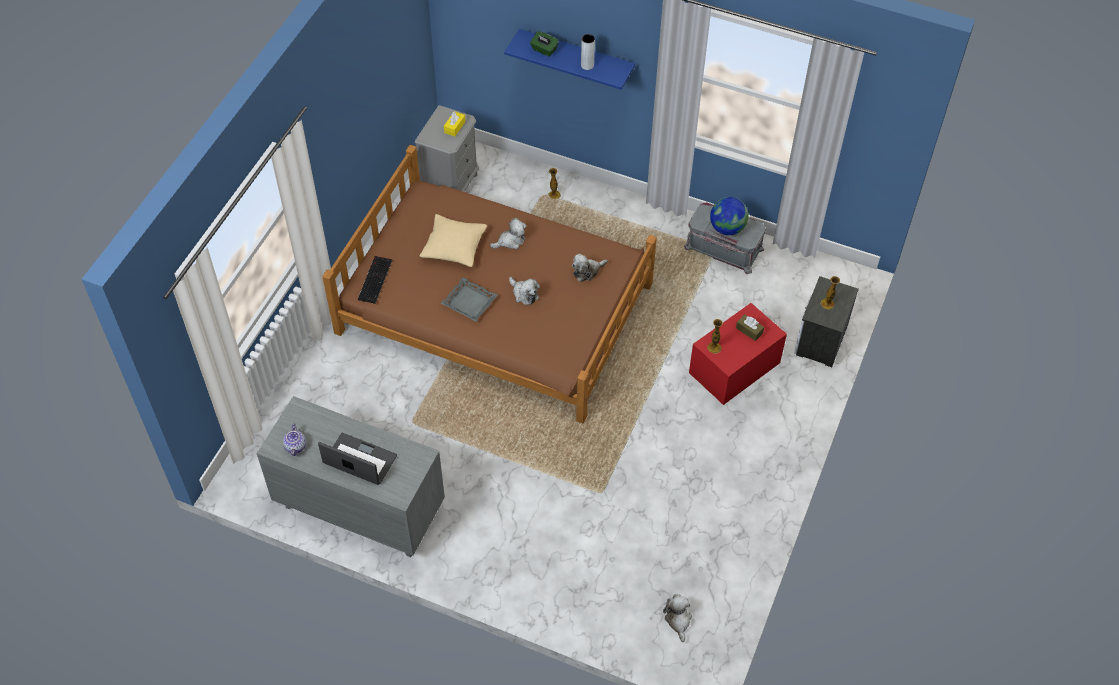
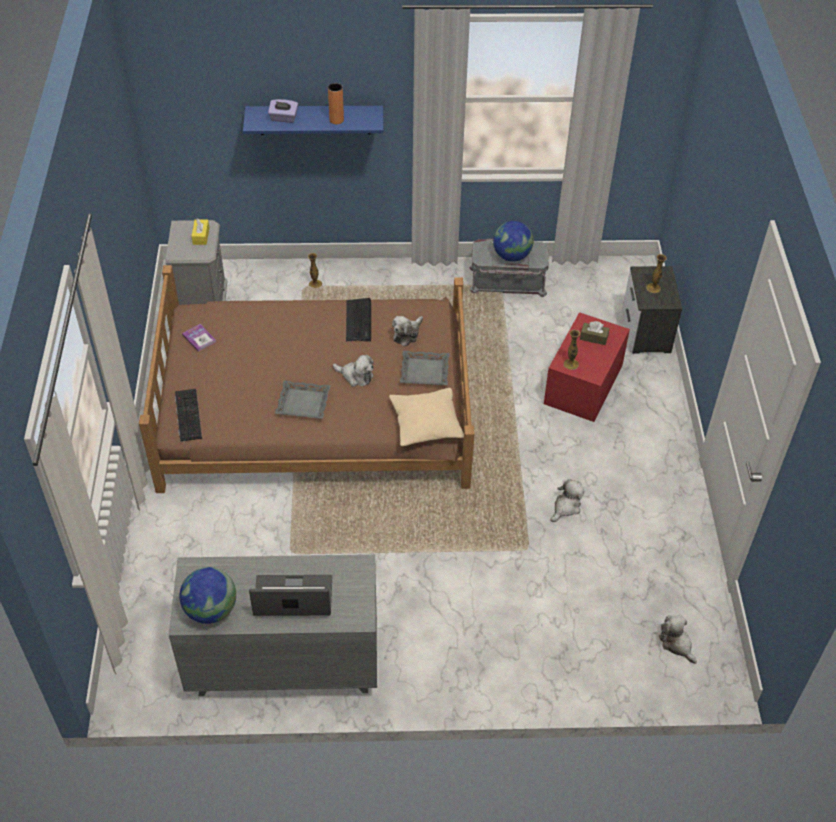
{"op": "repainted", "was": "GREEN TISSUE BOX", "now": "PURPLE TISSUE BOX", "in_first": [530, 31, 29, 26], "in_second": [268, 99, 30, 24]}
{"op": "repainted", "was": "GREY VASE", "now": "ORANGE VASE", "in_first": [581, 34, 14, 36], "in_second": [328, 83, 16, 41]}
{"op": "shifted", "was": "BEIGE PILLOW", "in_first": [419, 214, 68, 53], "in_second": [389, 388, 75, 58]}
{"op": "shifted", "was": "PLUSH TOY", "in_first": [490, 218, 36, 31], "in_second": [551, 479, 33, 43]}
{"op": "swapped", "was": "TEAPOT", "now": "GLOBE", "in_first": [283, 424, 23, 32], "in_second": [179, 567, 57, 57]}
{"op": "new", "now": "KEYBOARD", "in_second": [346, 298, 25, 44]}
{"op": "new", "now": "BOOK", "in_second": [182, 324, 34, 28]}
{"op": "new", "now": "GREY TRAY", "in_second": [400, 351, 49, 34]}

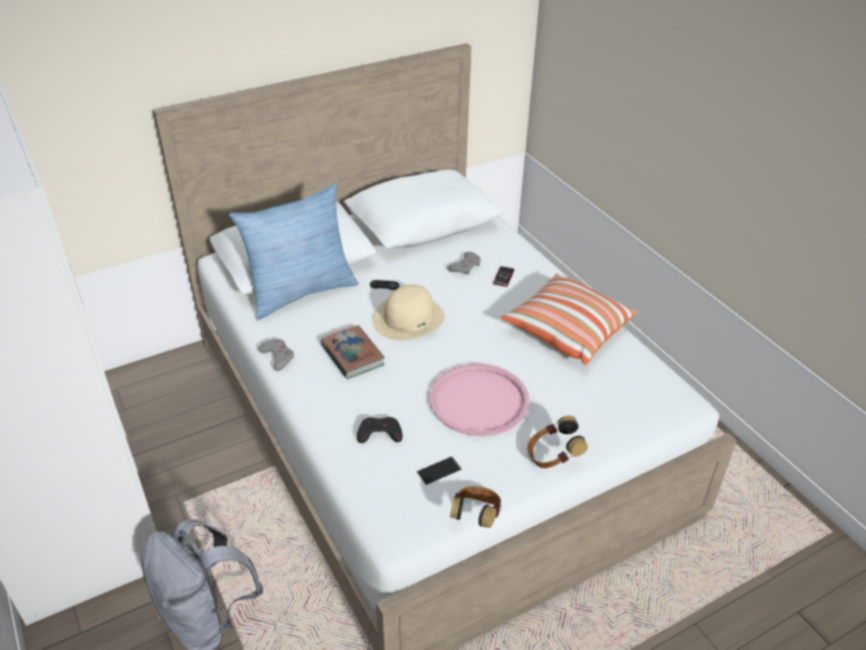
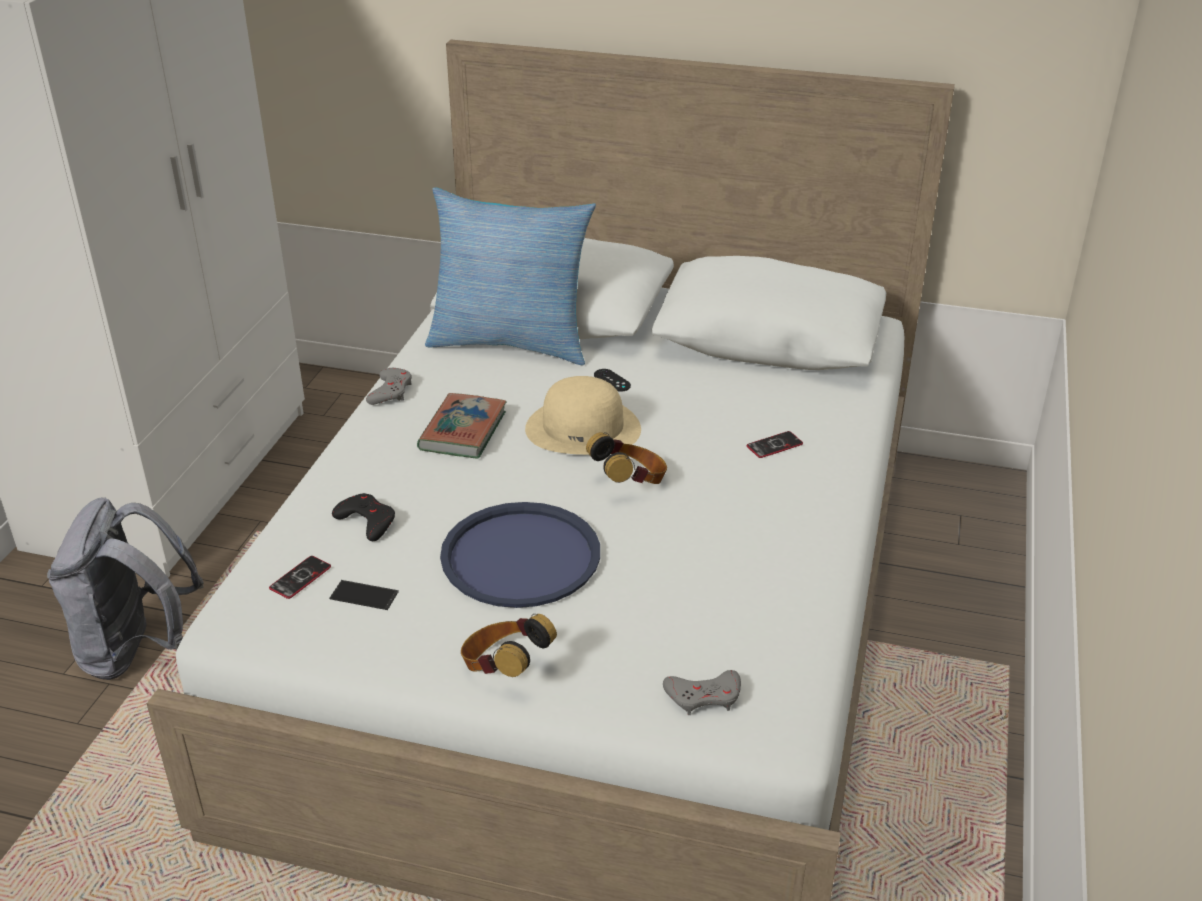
{"op": "shifted", "was": "GREY GAME CONTROLLER", "in_first": [447, 252, 34, 23], "in_second": [663, 670, 78, 45]}
{"op": "gone", "was": "PILLOW", "in_first": [501, 273, 136, 92]}
{"op": "repainted", "was": "PINK TRAY", "now": "BLUE TRAY", "in_first": [429, 363, 100, 73], "in_second": [440, 502, 160, 106]}
{"op": "shifted", "was": "HEADPHONES", "in_first": [450, 486, 52, 42], "in_second": [586, 432, 81, 52]}
{"op": "new", "now": "PHONE", "in_second": [269, 556, 62, 43]}

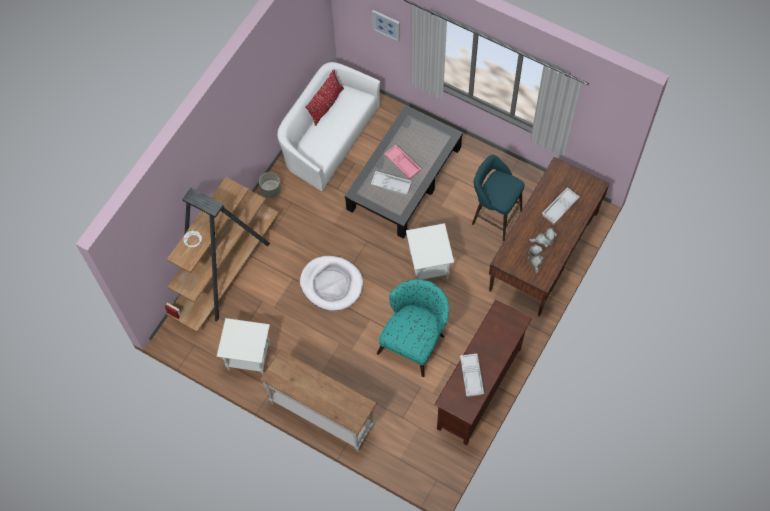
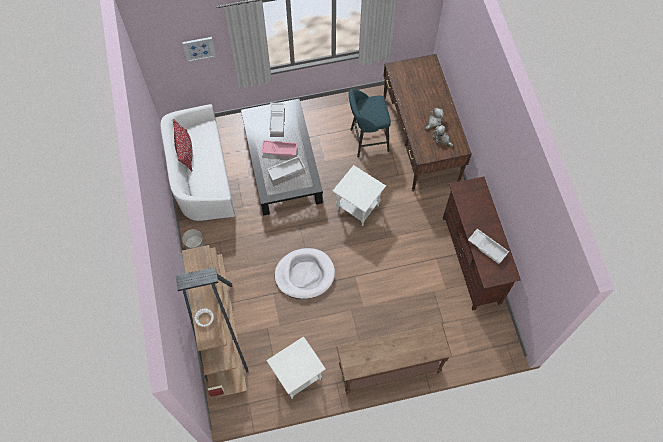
{"op": "shifted", "was": "WHITE TRAY", "in_first": [542, 187, 38, 37], "in_second": [269, 103, 15, 30]}
{"op": "gone", "was": "TURQUOISE ARMCHAIR", "in_first": [377, 279, 72, 98]}
{"op": "repainted", "was": "WHITE CONSOLE TABLE", "now": "BROWN CONSOLE TABLE", "in_first": [260, 350, 117, 102], "in_second": [336, 323, 116, 72]}

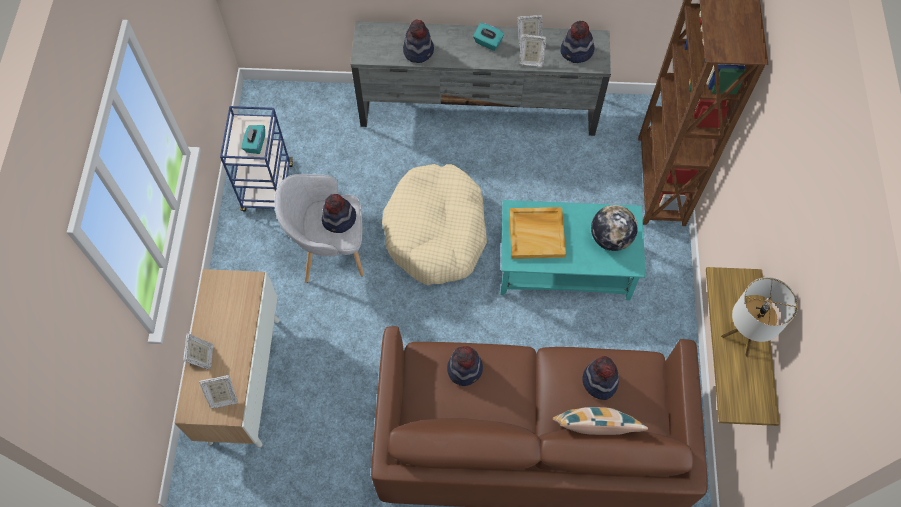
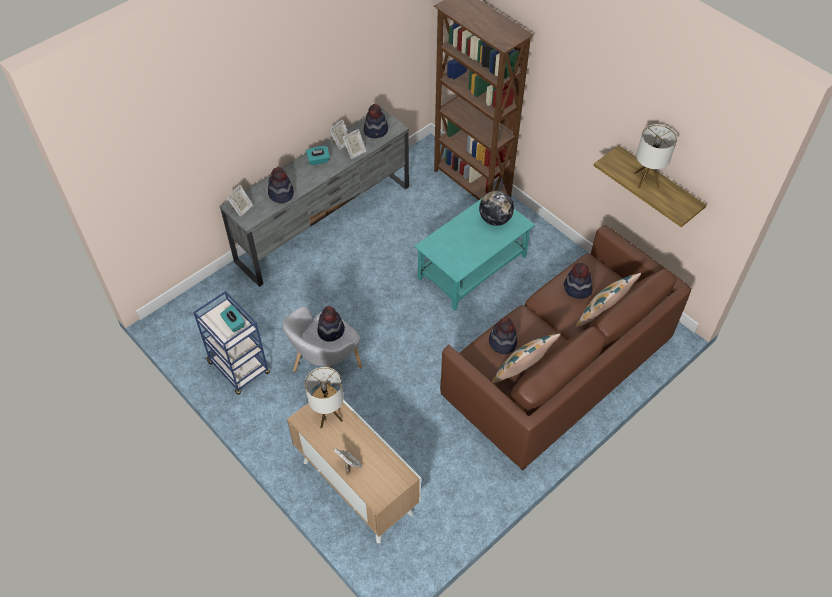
{"op": "gone", "was": "BEIGE DOG BED", "in_first": [382, 164, 105, 121]}
{"op": "gone", "was": "BEIGE TRAY", "in_first": [509, 207, 57, 52]}
{"op": "shifted", "was": "PICTURE FRAME", "in_first": [199, 375, 39, 34], "in_second": [226, 185, 27, 32]}
{"op": "new", "now": "PILLOW", "in_second": [492, 333, 69, 50]}
{"op": "new", "now": "TABLE LAMP", "in_second": [305, 367, 39, 61]}

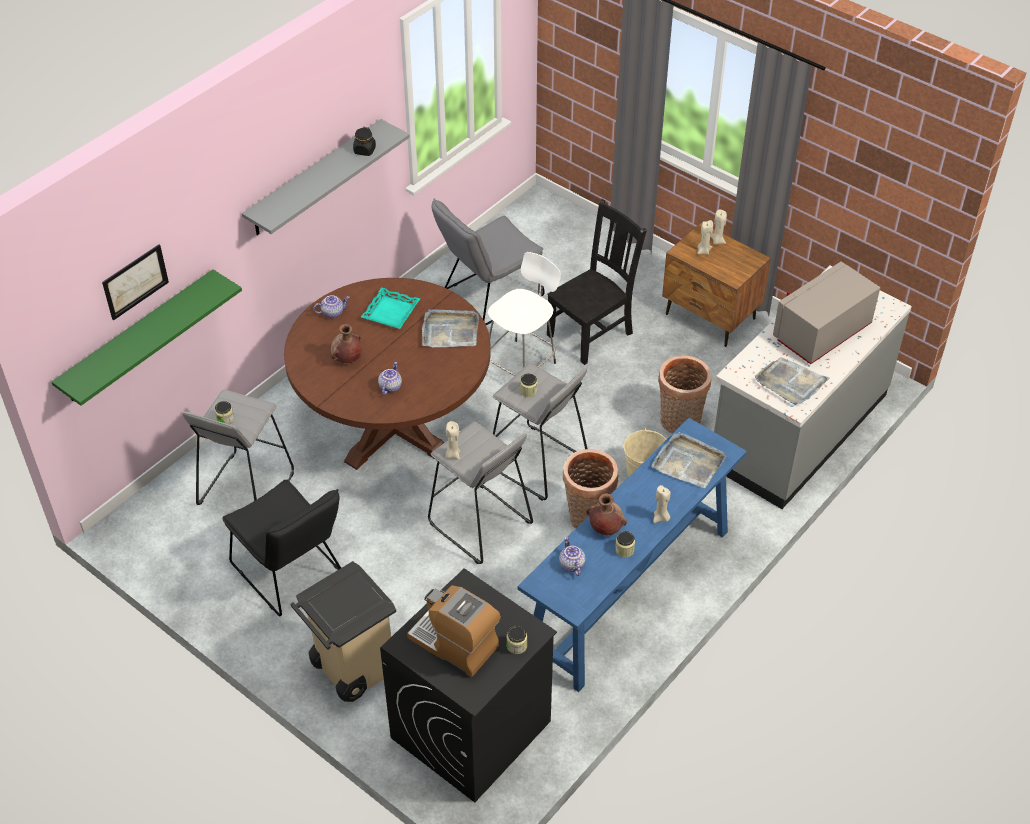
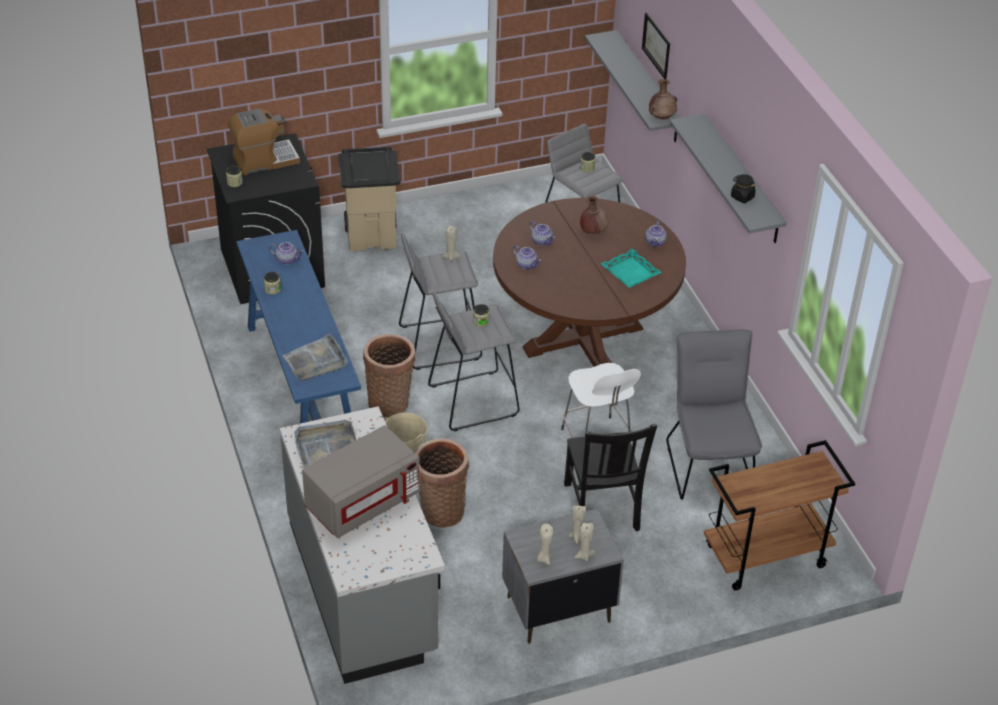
{"op": "repainted", "was": "BROWN NIGHTSTAND", "now": "GREY NIGHTSTAND", "in_first": [662, 223, 109, 124], "in_second": [502, 509, 122, 135]}
{"op": "rotated", "was": "GREY MICROWAVE", "in_first": [773, 261, 107, 103], "in_second": [302, 425, 118, 113], "clockwise": 60}
{"op": "repainted", "was": "GREEN SHELF", "now": "GREY SHELF", "in_first": [51, 269, 191, 137], "in_second": [585, 30, 96, 112]}
{"op": "gone", "was": "GREY TRAY", "in_first": [422, 309, 57, 38]}
{"op": "gone", "was": "BLACK CHAIR", "in_first": [222, 480, 119, 136]}
{"op": "shifted", "was": "BEIGE CANDLE", "in_first": [653, 485, 18, 38], "in_second": [536, 524, 17, 41]}
{"op": "shifted", "was": "BROWN VASE", "in_first": [586, 493, 41, 43], "in_second": [649, 79, 28, 41]}
{"op": "new", "now": "TEAPOT", "in_second": [513, 245, 28, 24]}
{"op": "new", "now": "BROWN CART", "in_second": [704, 440, 151, 151]}

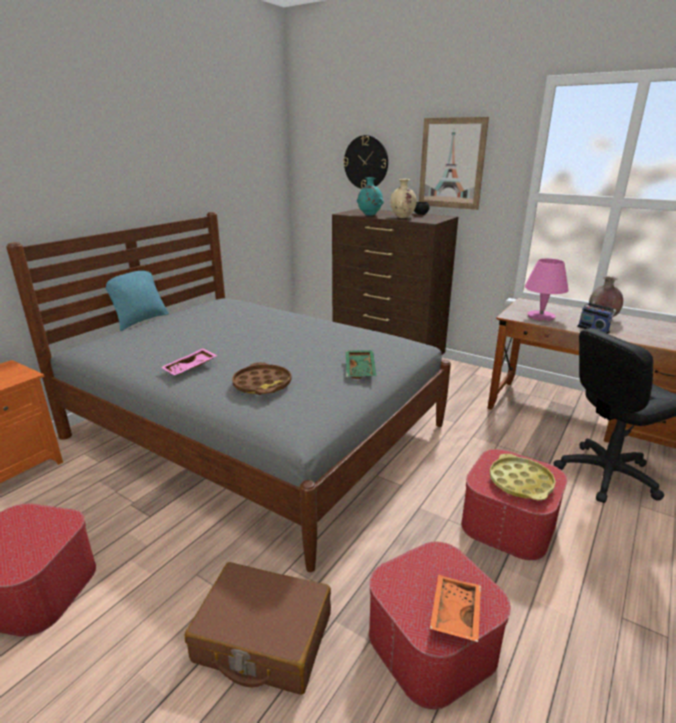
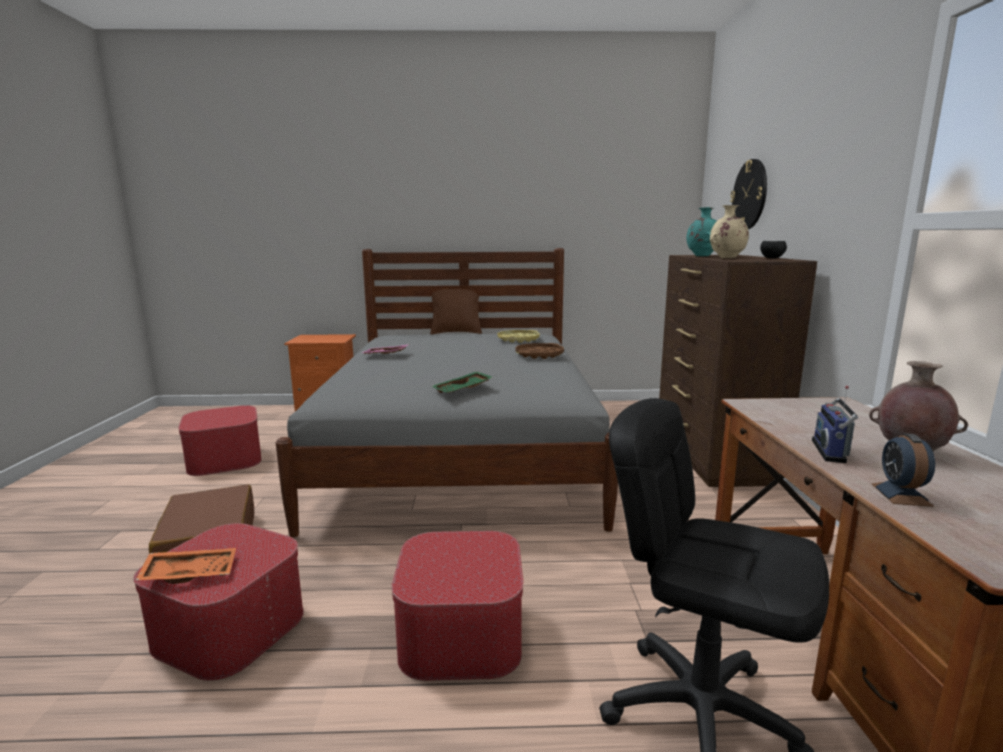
{"op": "gone", "was": "PICTURE", "in_first": [419, 117, 70, 93]}
{"op": "gone", "was": "PINK TABLE LAMP", "in_first": [525, 258, 44, 63]}
{"op": "repainted", "was": "TURQUOISE PILLOW", "now": "BROWN PILLOW", "in_first": [105, 263, 64, 68], "in_second": [430, 289, 52, 46]}
{"op": "shifted", "was": "BROWN TRAY", "in_first": [232, 362, 60, 33], "in_second": [515, 343, 49, 16]}
{"op": "shifted", "was": "YELLOW TRAY", "in_first": [489, 454, 67, 46], "in_second": [497, 330, 43, 13]}
{"op": "new", "now": "ALARM CLOCK", "in_second": [871, 433, 64, 74]}

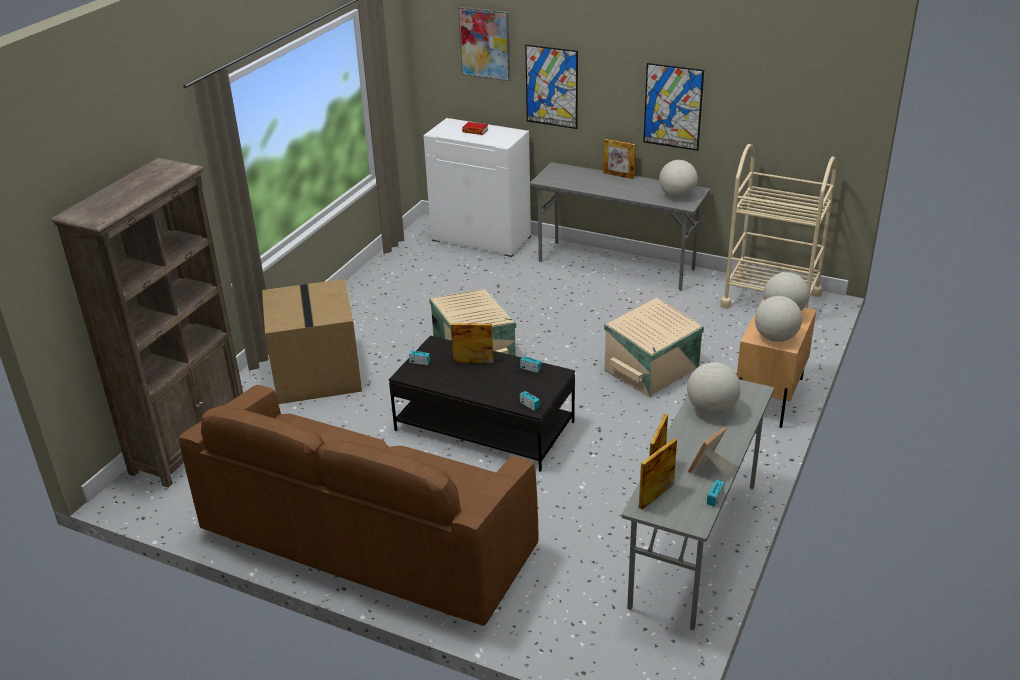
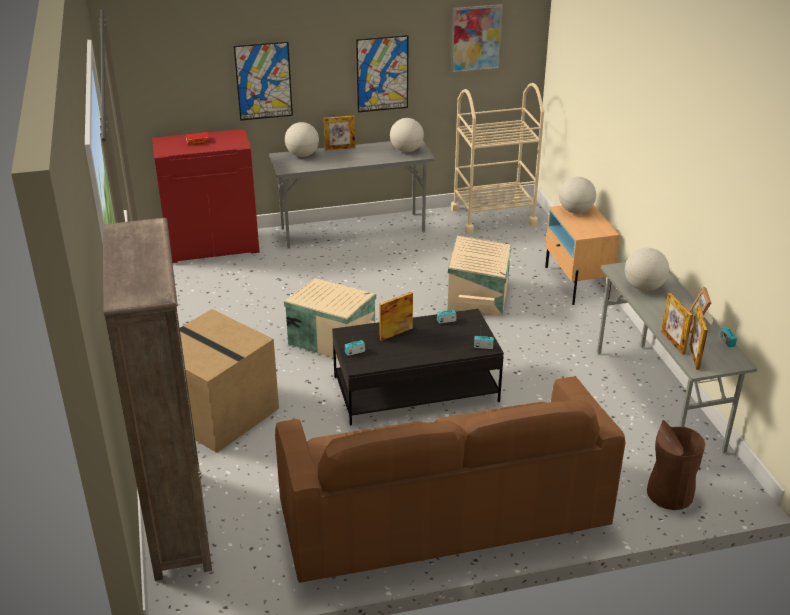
{"op": "shifted", "was": "PICTURE", "in_first": [458, 7, 52, 74], "in_second": [451, 4, 52, 69]}
{"op": "repainted", "was": "WHITE CABINET", "now": "RED CABINET", "in_first": [424, 118, 107, 139], "in_second": [152, 129, 108, 134]}
{"op": "shifted", "was": "GLOBE", "in_first": [755, 296, 47, 46], "in_second": [285, 122, 34, 35]}
{"op": "new", "now": "BROWN TRASH CAN", "in_second": [647, 420, 59, 90]}

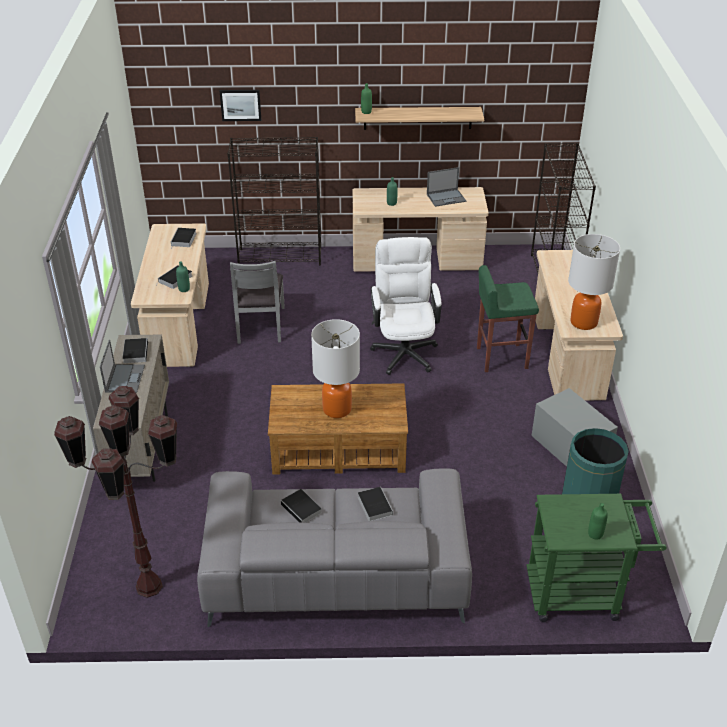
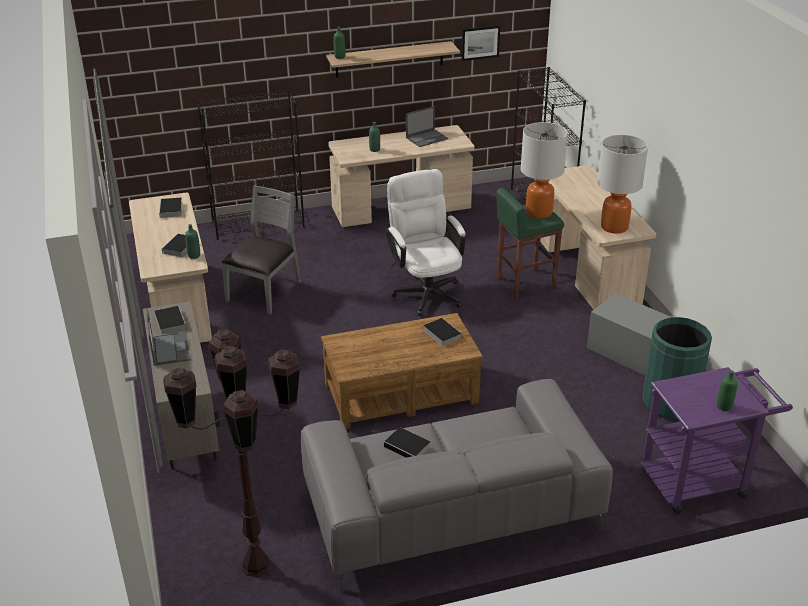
{"op": "shifted", "was": "PICTURE", "in_first": [220, 90, 41, 31], "in_second": [461, 25, 39, 36]}
{"op": "rotated", "was": "GREY CHAIR", "in_first": [230, 261, 55, 83], "in_second": [221, 185, 80, 129], "clockwise": -135}
{"op": "shifted", "was": "TABLE LAMP", "in_first": [311, 319, 49, 99], "in_second": [521, 122, 47, 97]}
{"op": "shifted", "was": "BOOK", "in_first": [358, 487, 35, 34], "in_second": [423, 318, 39, 28]}
{"op": "repainted", "was": "GREEN CART", "now": "PURPLE CART", "in_first": [526, 494, 141, 128], "in_second": [640, 367, 153, 147]}

